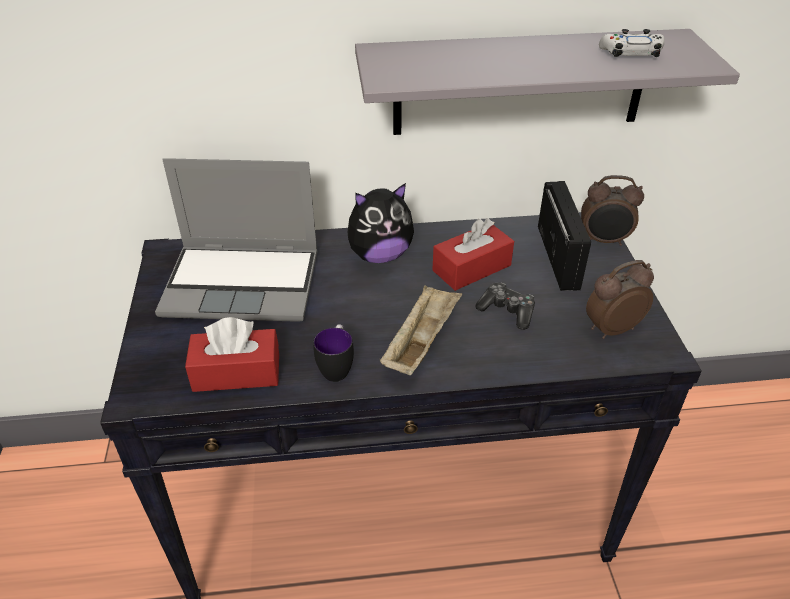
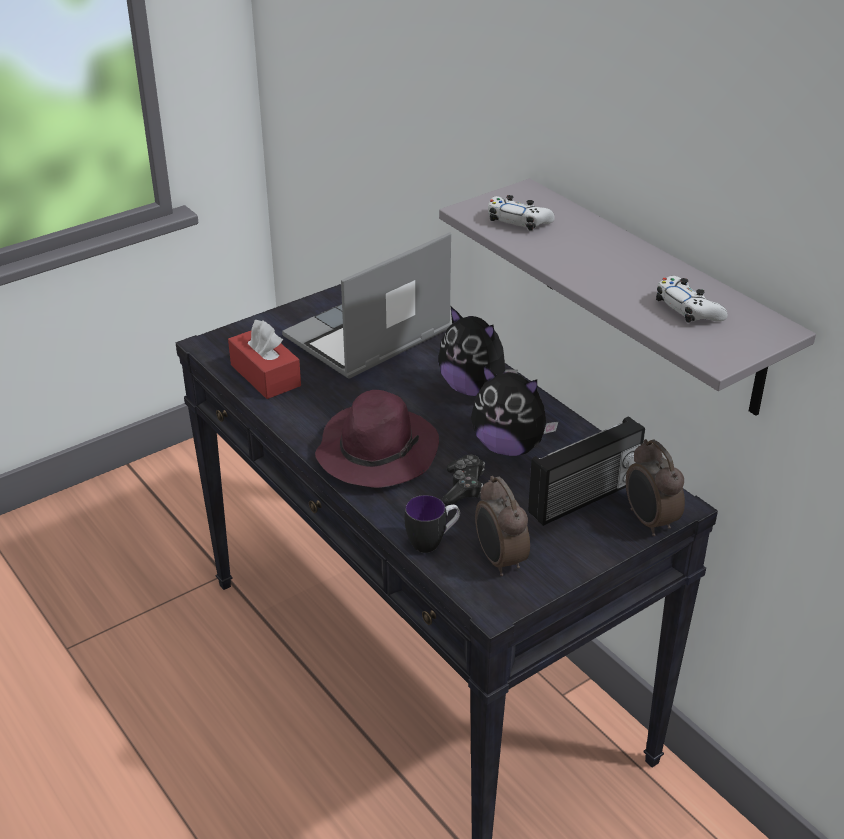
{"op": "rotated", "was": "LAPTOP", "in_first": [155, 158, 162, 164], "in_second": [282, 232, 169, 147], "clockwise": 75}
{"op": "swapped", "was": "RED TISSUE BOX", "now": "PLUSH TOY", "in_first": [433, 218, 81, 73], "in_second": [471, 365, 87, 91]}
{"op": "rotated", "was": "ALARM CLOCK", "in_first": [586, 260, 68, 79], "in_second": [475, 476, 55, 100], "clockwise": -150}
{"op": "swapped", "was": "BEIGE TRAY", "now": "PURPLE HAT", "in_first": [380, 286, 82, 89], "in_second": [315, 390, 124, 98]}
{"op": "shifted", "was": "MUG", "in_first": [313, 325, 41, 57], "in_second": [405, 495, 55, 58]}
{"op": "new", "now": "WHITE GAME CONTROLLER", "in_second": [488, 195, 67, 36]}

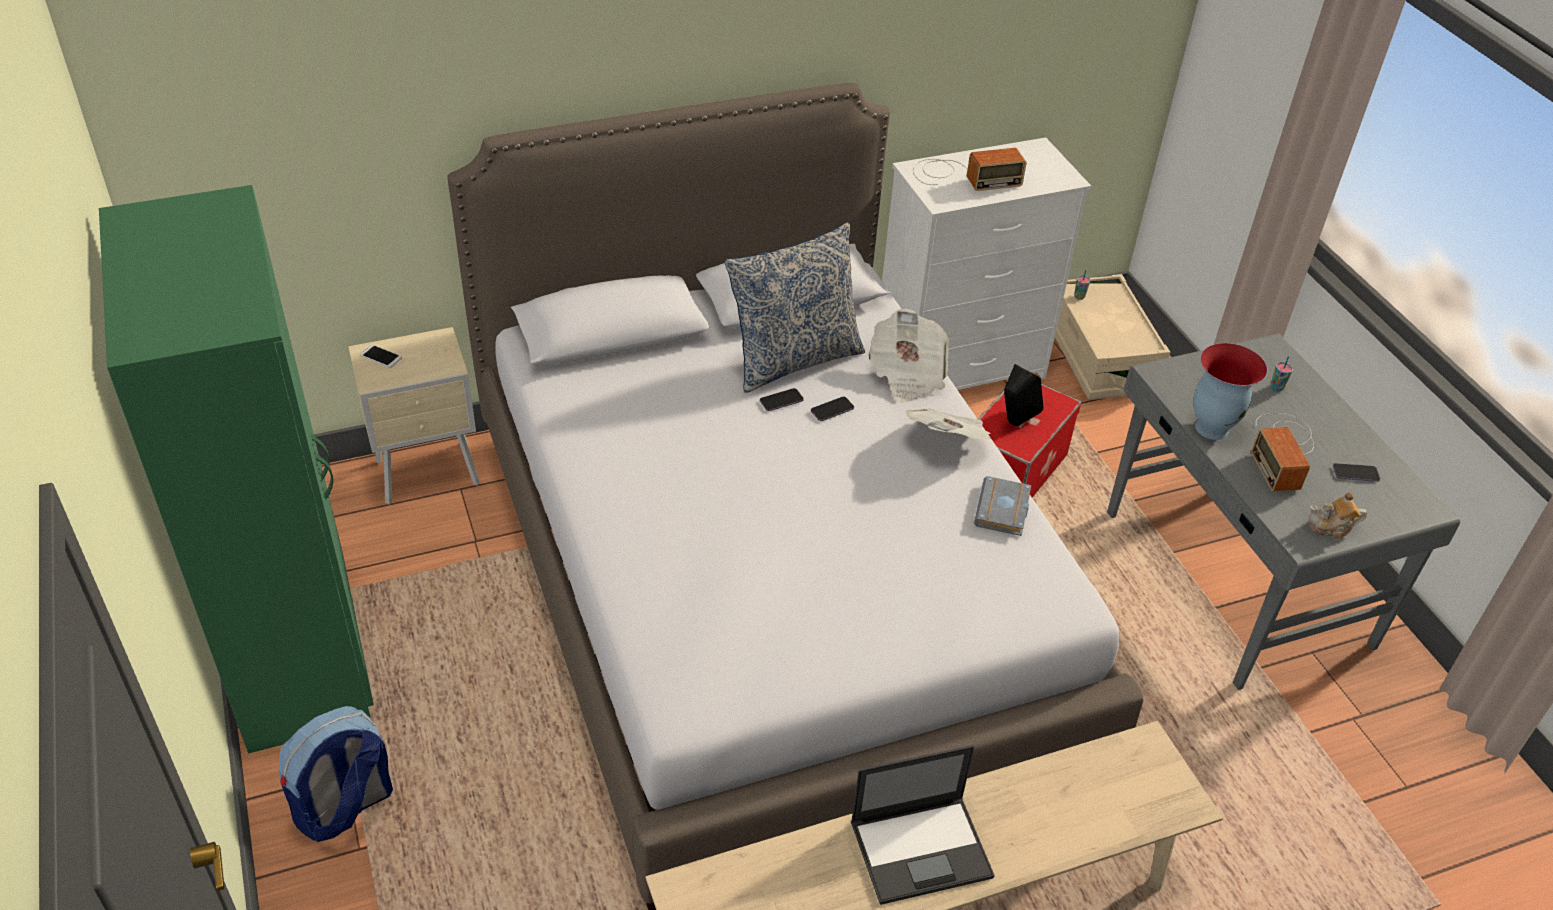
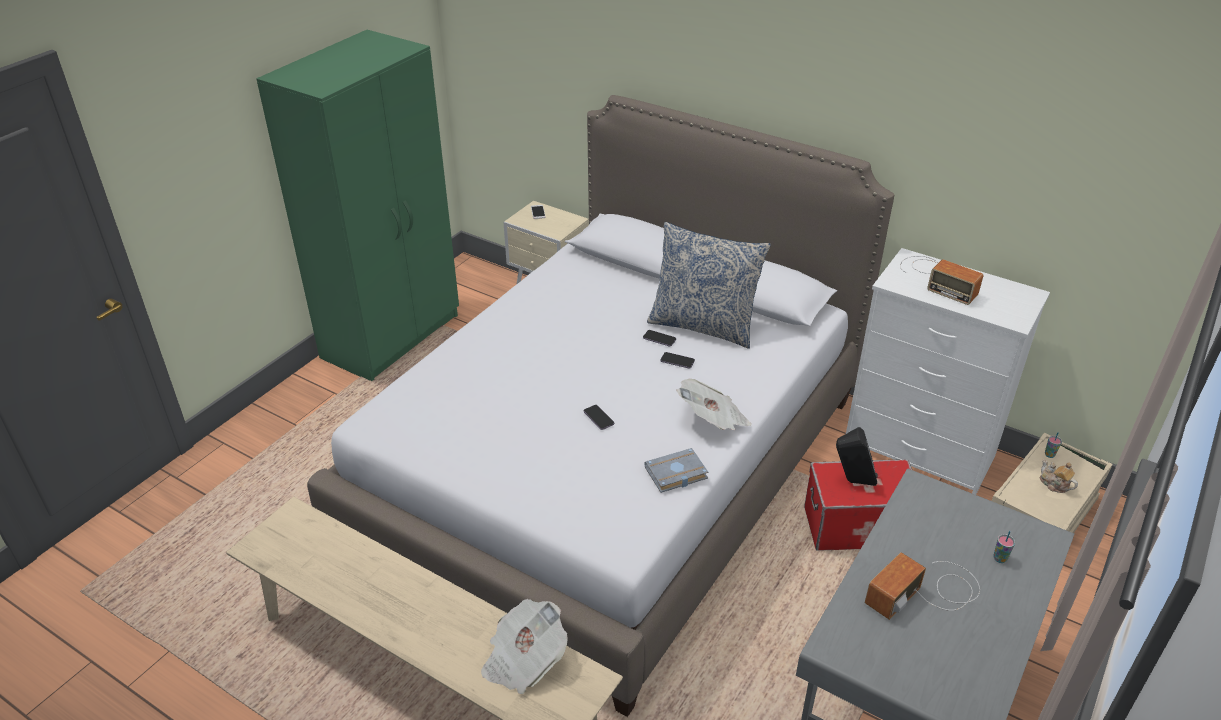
{"op": "shifted", "was": "NEWSPAPER", "in_first": [868, 309, 81, 94], "in_second": [481, 599, 87, 95]}
{"op": "gone", "was": "VASE", "in_first": [1193, 343, 75, 97]}
{"op": "shifted", "was": "PHONE", "in_first": [1333, 463, 47, 19], "in_second": [584, 405, 30, 25]}
{"op": "shifted", "was": "TEAPOT", "in_first": [1309, 492, 58, 47], "in_second": [1040, 459, 38, 34]}
{"op": "gone", "was": "BACKPACK", "in_first": [279, 706, 114, 136]}
{"op": "gone", "was": "LAPTOP", "in_first": [851, 745, 144, 160]}

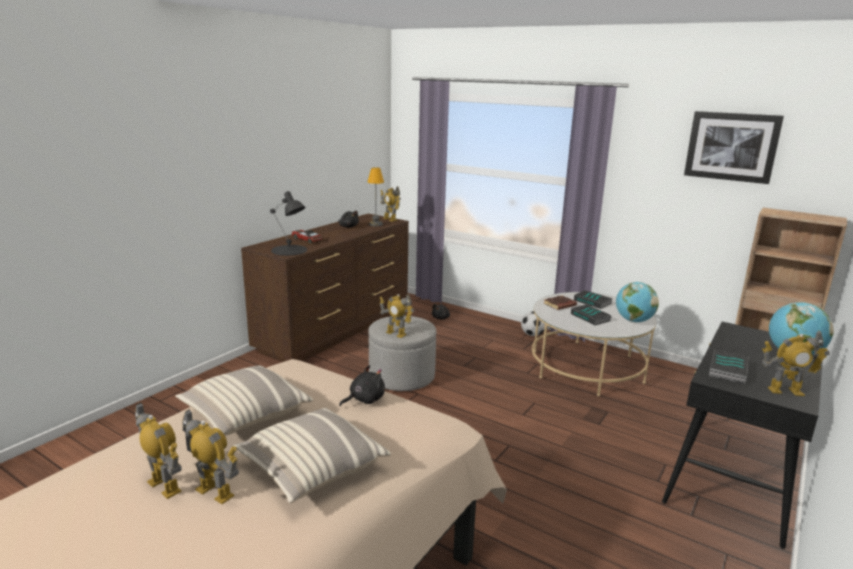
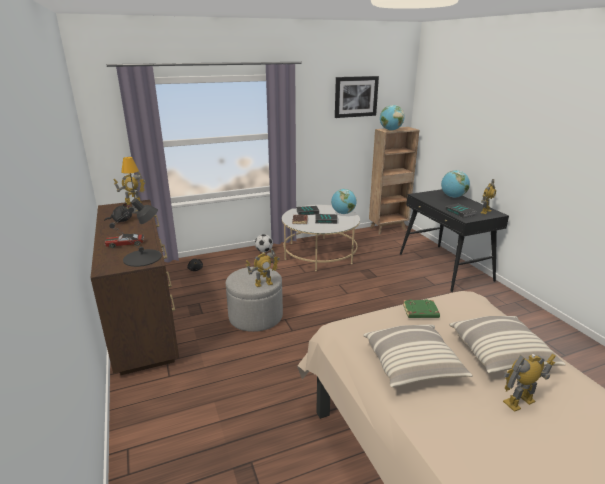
{"op": "swapped", "was": "BLACK PLUSH TOY", "now": "GREEN BOOK", "in_first": [339, 365, 46, 41], "in_second": [403, 300, 37, 18]}
{"op": "gone", "was": "TOY ROBOT", "in_first": [135, 402, 46, 97]}
{"op": "new", "now": "GLOBE", "in_second": [380, 105, 24, 25]}

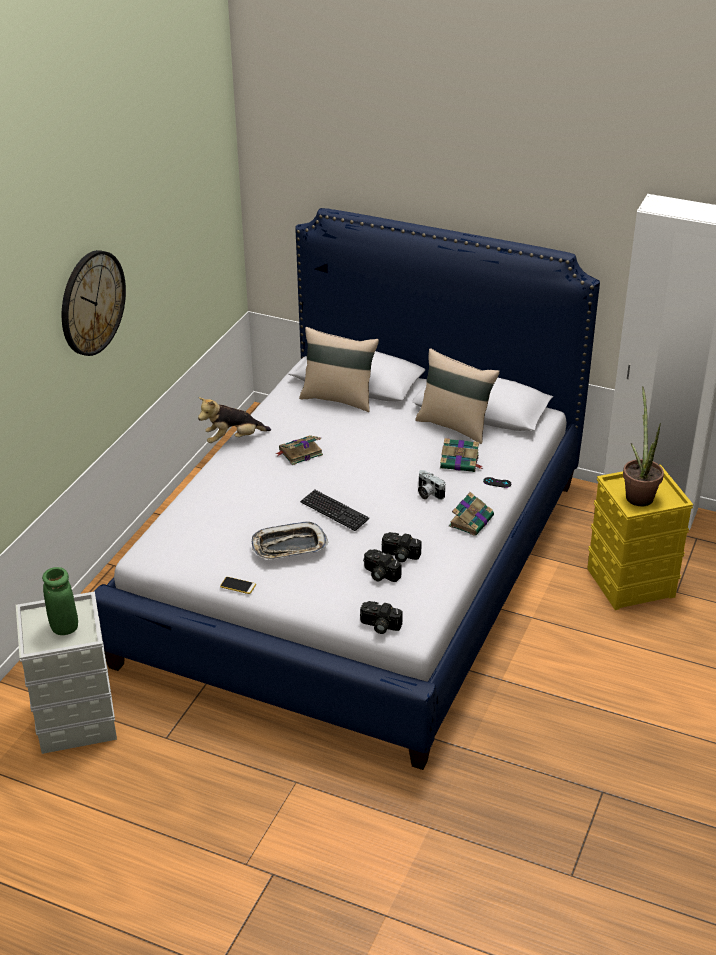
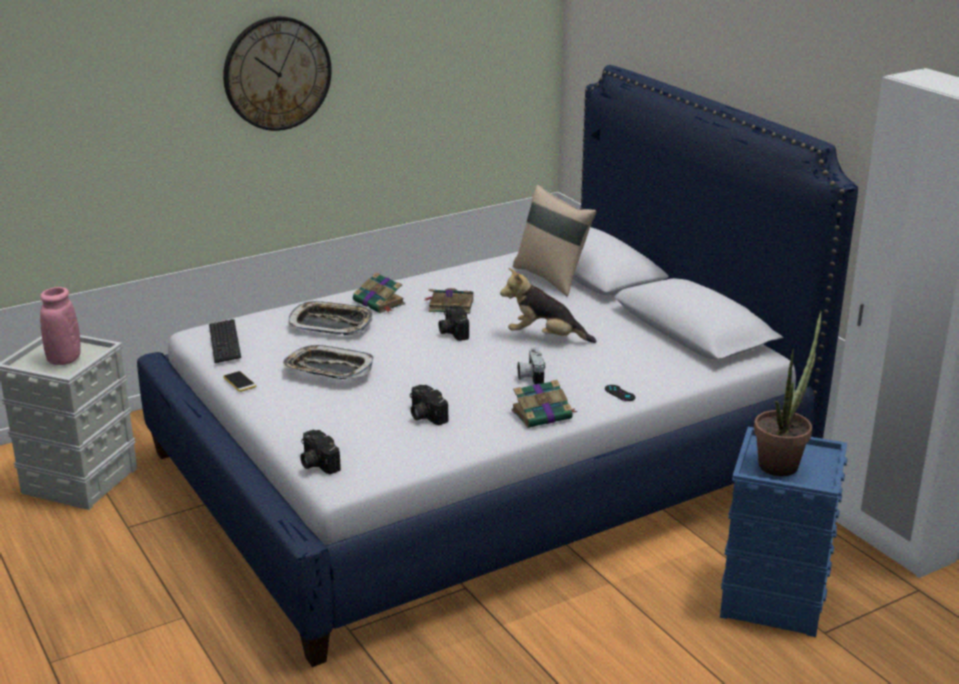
{"op": "gone", "was": "BEIGE PILLOW", "in_first": [415, 348, 85, 96]}
{"op": "shifted", "was": "PLUSH TOY", "in_first": [198, 397, 73, 46], "in_second": [500, 268, 96, 75]}
{"op": "shifted", "was": "BOOK", "in_first": [440, 438, 43, 34], "in_second": [353, 272, 52, 41]}
{"op": "repainted", "was": "YELLOW STORAGE BOX", "now": "BLUE STORAGE BOX", "in_first": [587, 464, 106, 146], "in_second": [720, 427, 128, 210]}
{"op": "shifted", "was": "KEYBOARD", "in_first": [300, 490, 69, 41], "in_second": [209, 319, 32, 44]}
{"op": "shifted", "was": "PHOTO CAMERA", "in_first": [363, 549, 38, 33], "in_second": [439, 305, 30, 36]}
{"op": "repainted", "was": "GREEN VASE", "now": "PINK VASE", "in_first": [42, 567, 36, 68], "in_second": [40, 287, 41, 78]}
{"op": "new", "now": "TRAY", "in_second": [289, 301, 84, 35]}

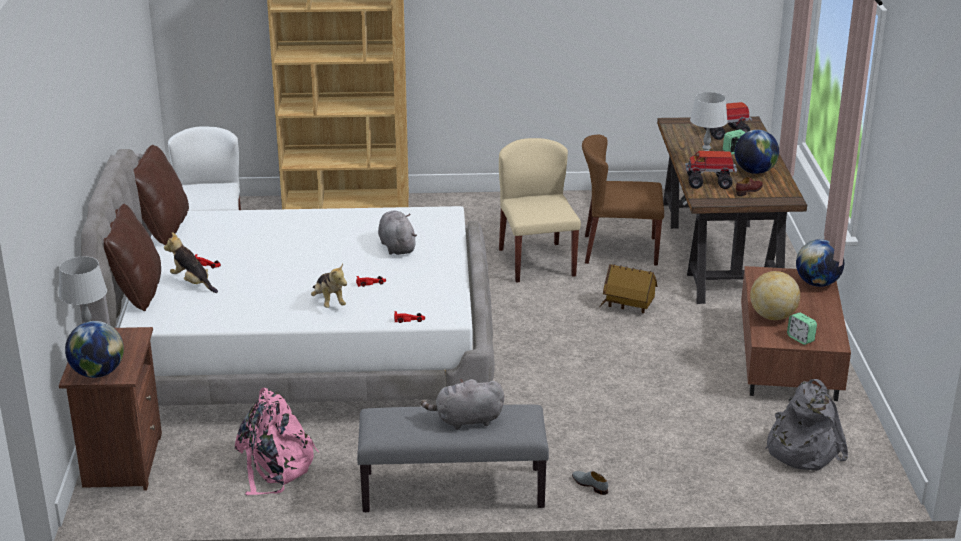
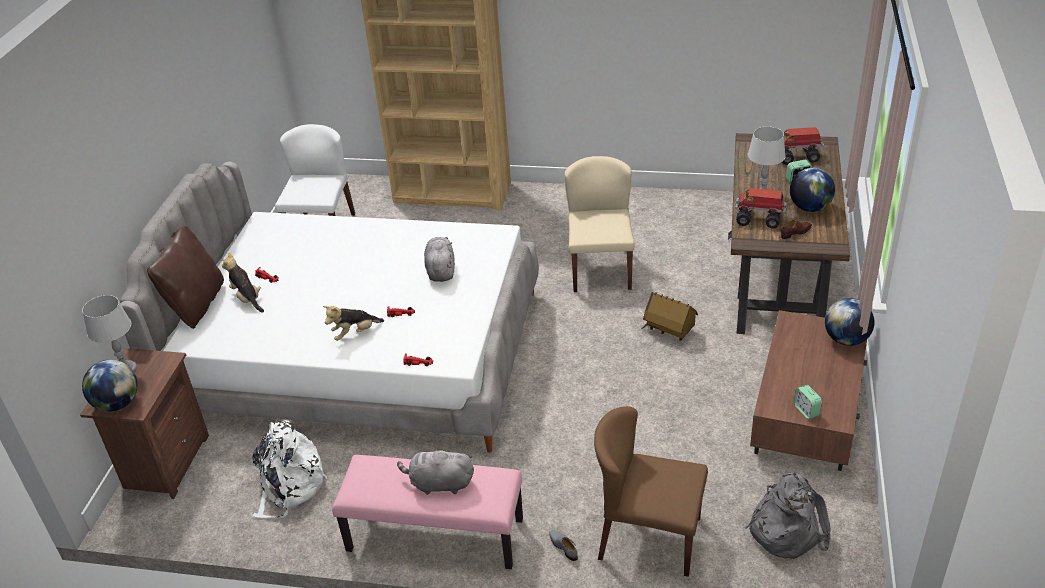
{"op": "shifted", "was": "BROWN CHAIR", "in_first": [582, 135, 82, 130], "in_second": [594, 406, 114, 171]}
{"op": "gone", "was": "BROWN PILLOW", "in_first": [133, 145, 56, 100]}
{"op": "rotated", "was": "PLUSH TOY", "in_first": [311, 264, 36, 44], "in_second": [323, 306, 61, 35], "clockwise": 75}
{"op": "gone", "was": "GLOBE", "in_first": [750, 271, 50, 49]}
{"op": "repainted", "was": "PINK BACKPACK", "now": "WHITE BACKPACK", "in_first": [235, 388, 84, 107], "in_second": [252, 420, 75, 98]}
{"op": "repainted", "was": "GREY BENCH", "now": "PINK BENCH", "in_first": [357, 404, 192, 108], "in_second": [332, 455, 191, 114]}

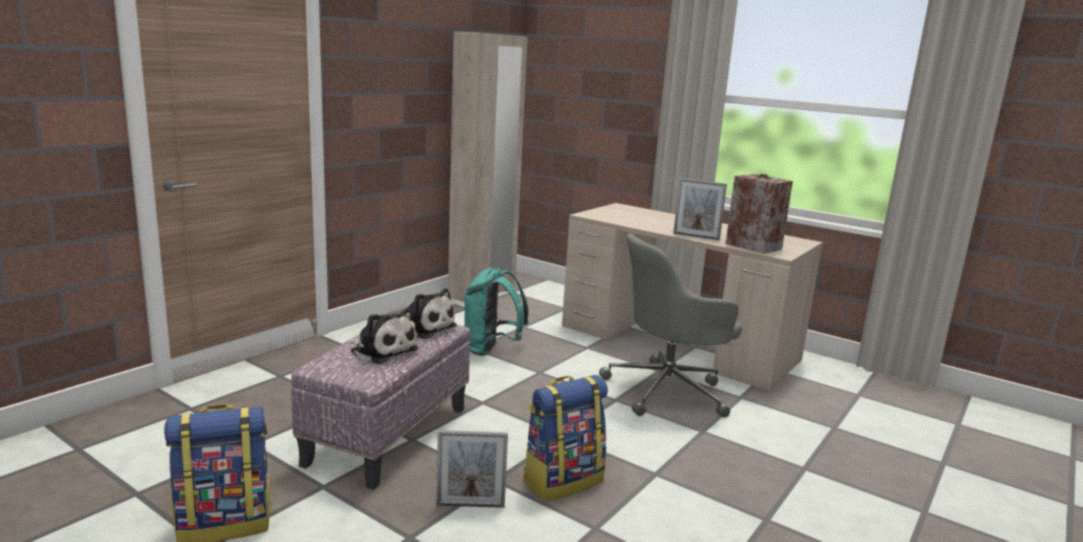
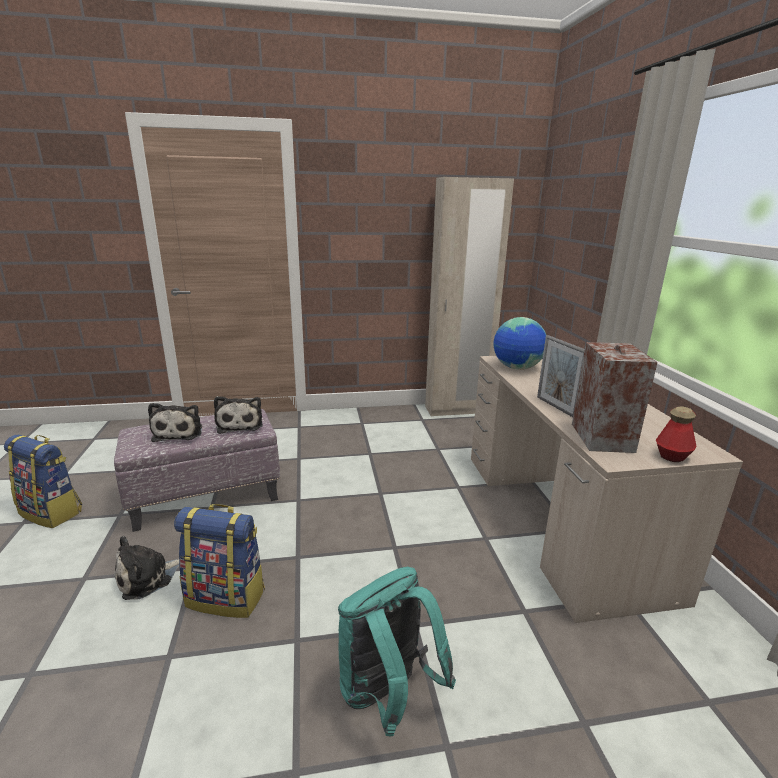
{"op": "gone", "was": "GREY OFFICE CHAIR", "in_first": [599, 234, 143, 184]}
{"op": "shifted", "was": "TURQUOISE BACKPACK", "in_first": [464, 268, 64, 88], "in_second": [338, 567, 118, 170]}
{"op": "swapped", "was": "PICTURE FRAME", "now": "PLUSH TOY", "in_first": [437, 430, 71, 78], "in_second": [114, 536, 65, 64]}
{"op": "new", "now": "GLOBE", "in_second": [494, 317, 52, 53]}
{"op": "new", "now": "BOTTLE", "in_second": [656, 407, 41, 55]}

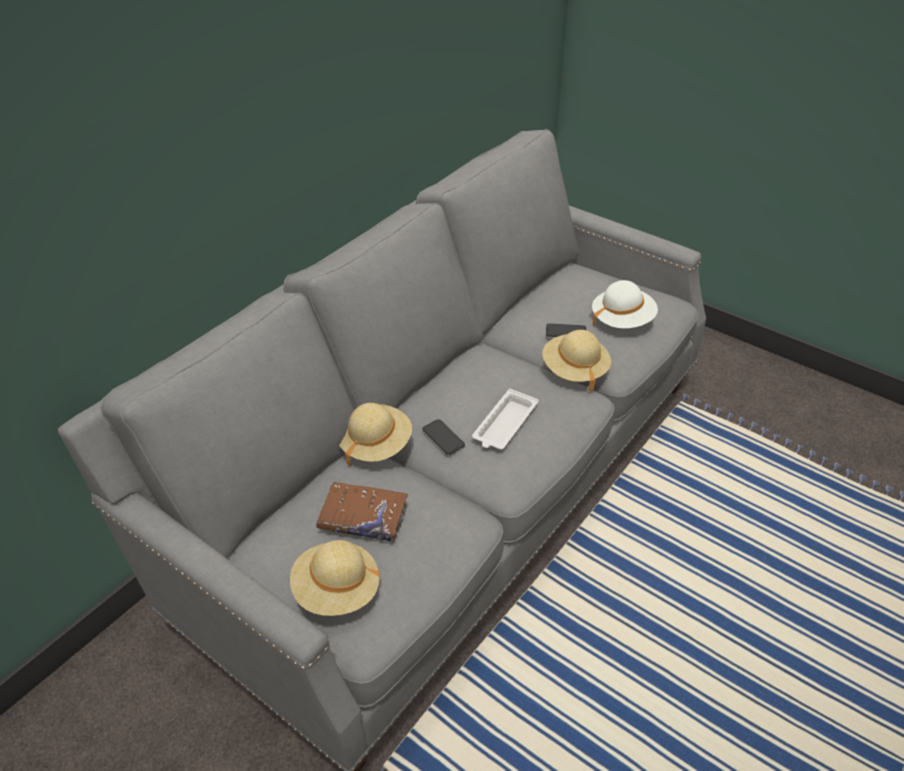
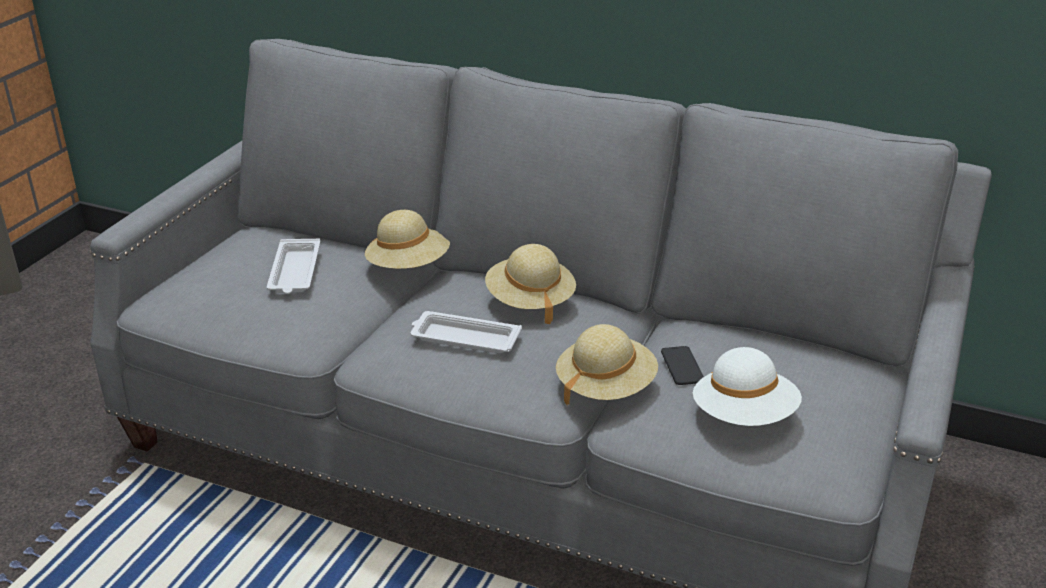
{"op": "gone", "was": "PHONE", "in_first": [423, 419, 42, 36]}
{"op": "swapped", "was": "BROWN BOOK", "now": "WHITE TRAY", "in_first": [316, 482, 92, 59], "in_second": [267, 239, 53, 55]}
{"op": "shifted", "was": "BEIGE HAT", "in_first": [290, 540, 91, 76], "in_second": [485, 244, 91, 80]}

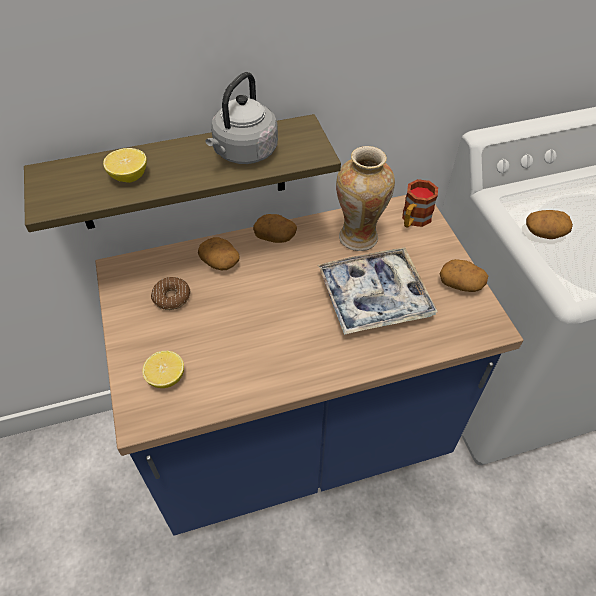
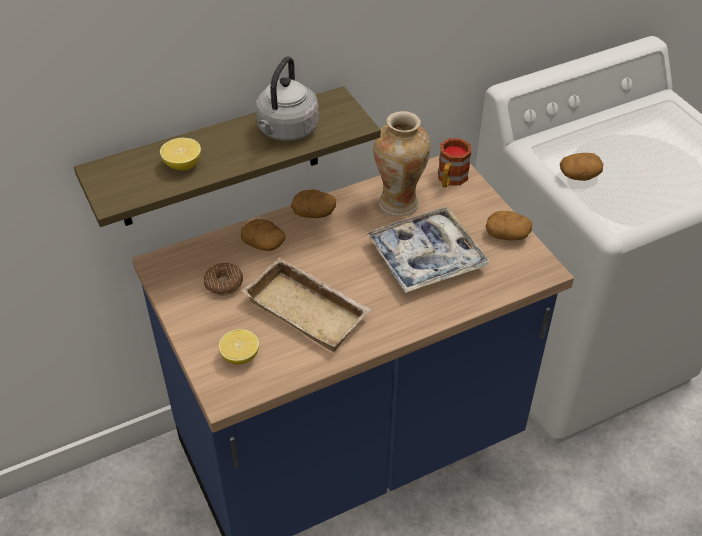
{"op": "new", "now": "BEIGE TRAY", "in_second": [242, 257, 129, 95]}

